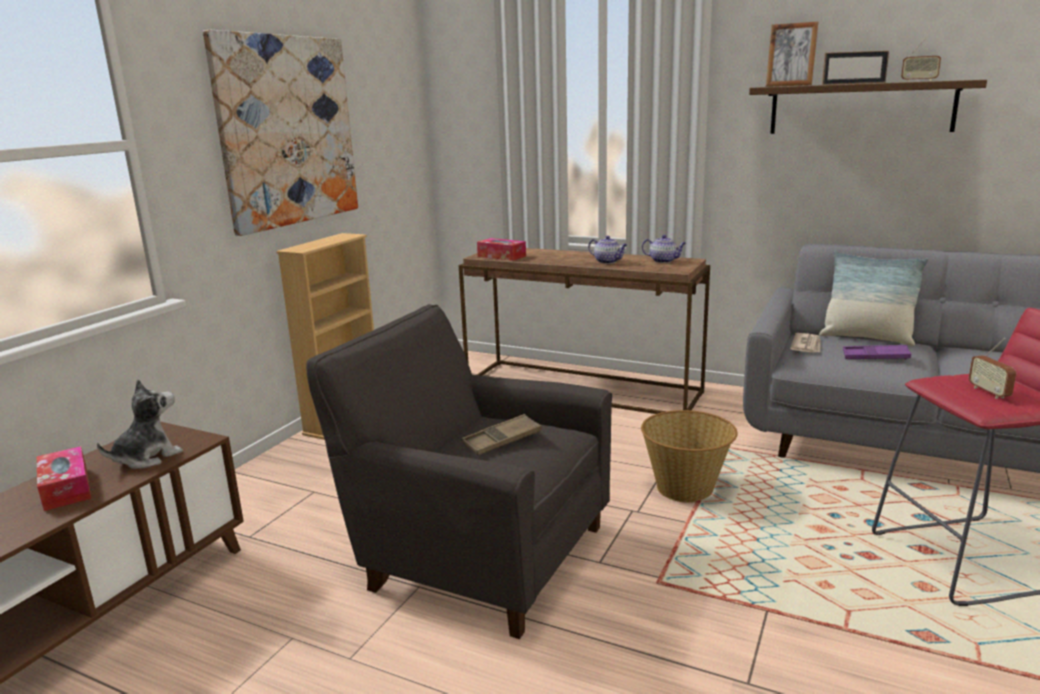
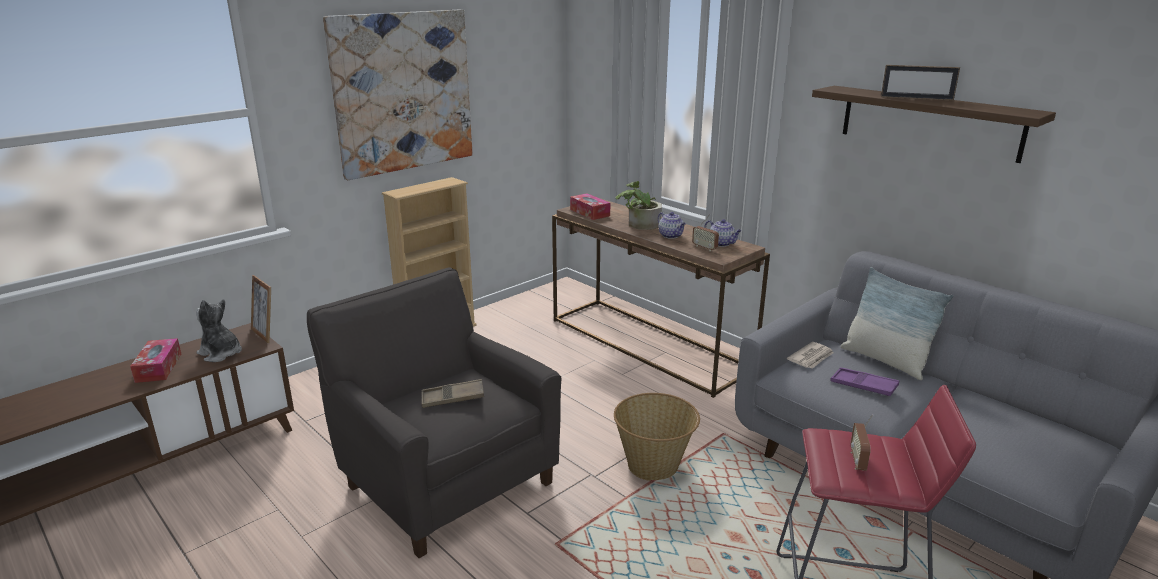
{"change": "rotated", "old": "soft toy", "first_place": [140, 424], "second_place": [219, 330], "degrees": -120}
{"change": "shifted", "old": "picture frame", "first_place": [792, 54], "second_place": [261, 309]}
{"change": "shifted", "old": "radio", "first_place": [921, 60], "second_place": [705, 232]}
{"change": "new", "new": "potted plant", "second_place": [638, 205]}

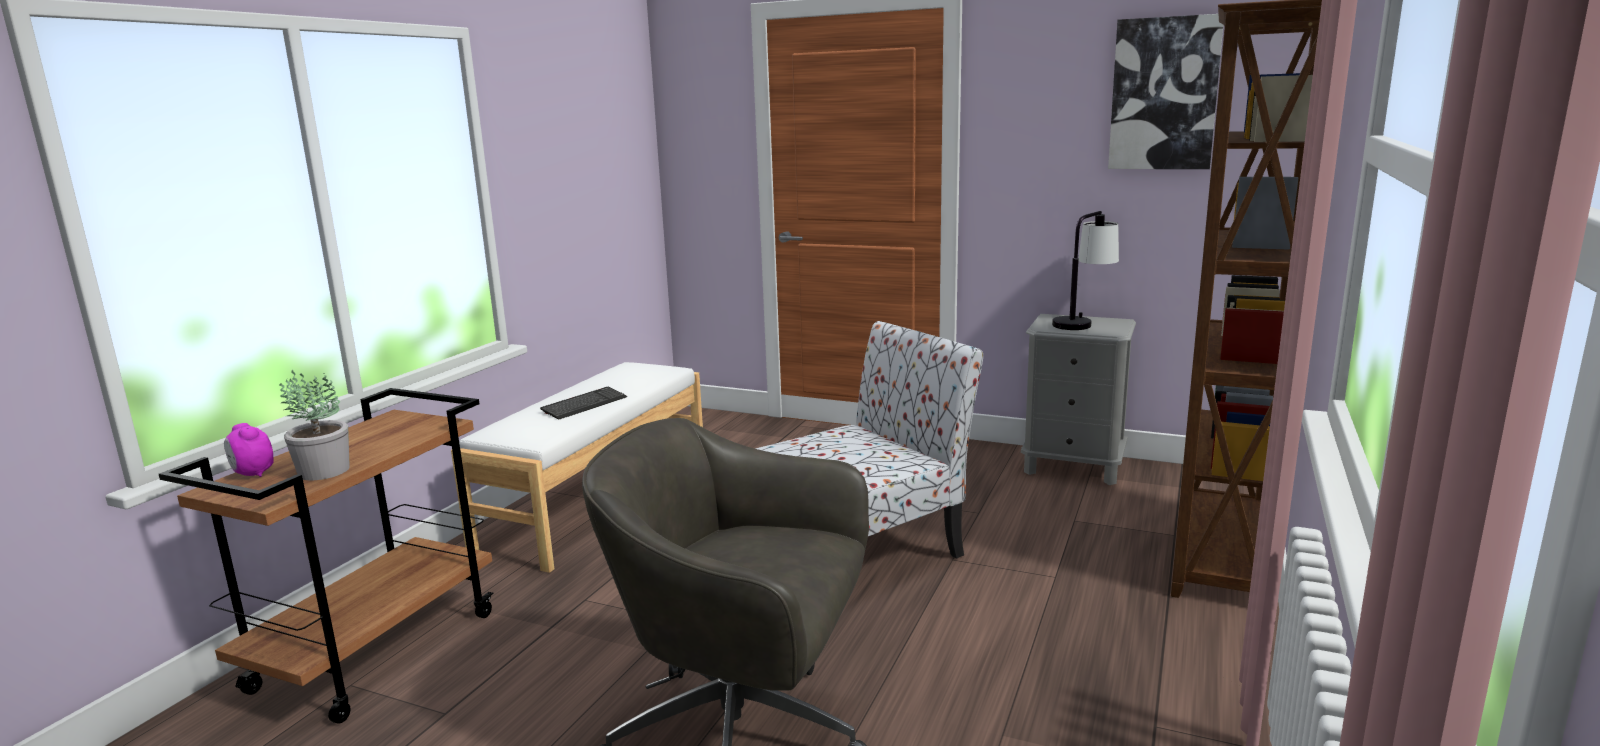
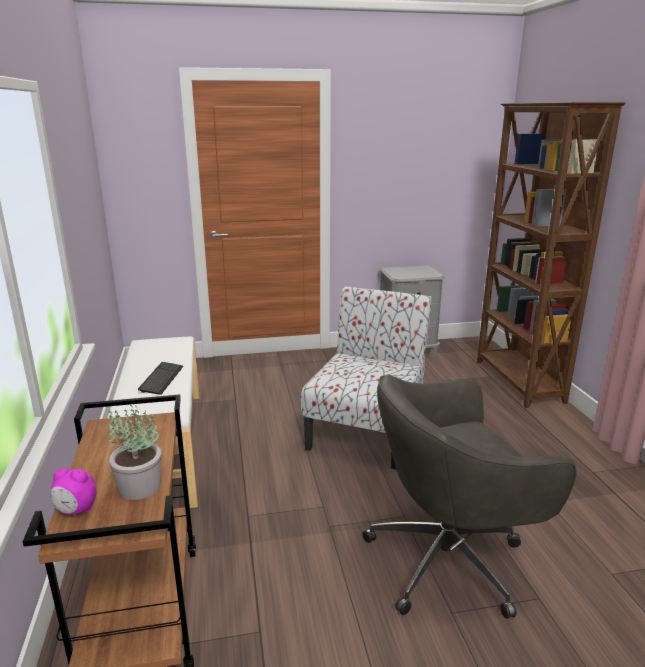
{"change": "gone", "old": "table lamp", "first_place": [1085, 270]}
{"change": "gone", "old": "picture", "first_place": [1165, 91]}

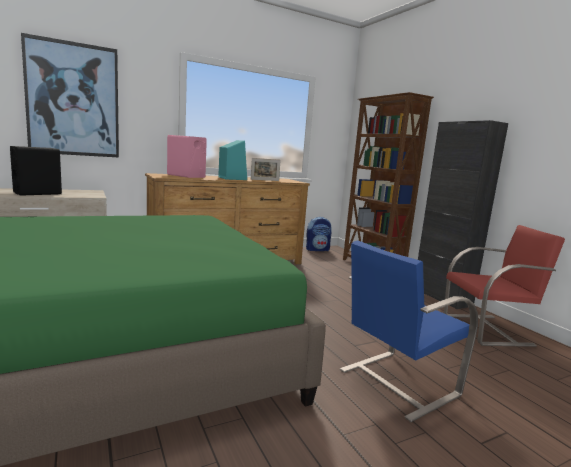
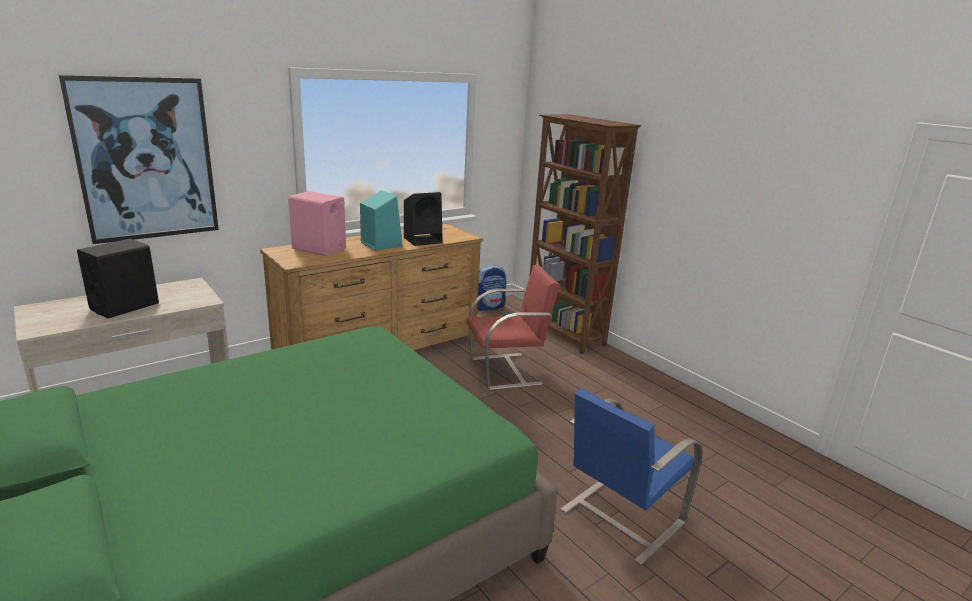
{"change": "swapped", "old": "picture frame", "new": "black speaker", "first_place": [266, 169], "second_place": [423, 219]}
{"change": "gone", "old": "black storage cabinet", "first_place": [463, 214]}
{"change": "shifted", "old": "red upright chair", "first_place": [504, 286], "second_place": [513, 327]}

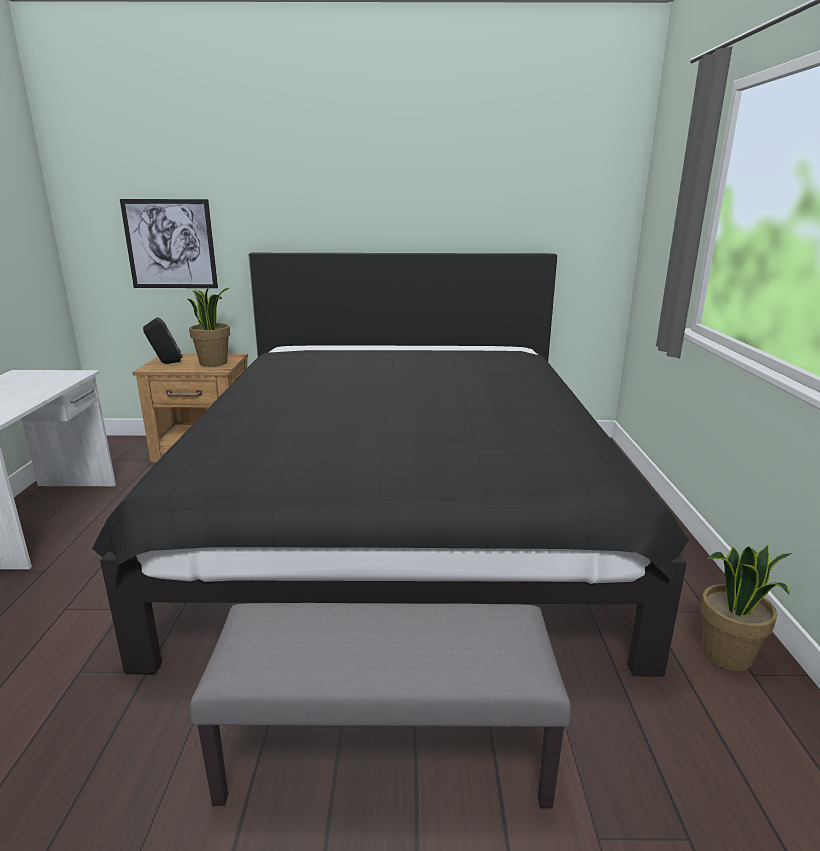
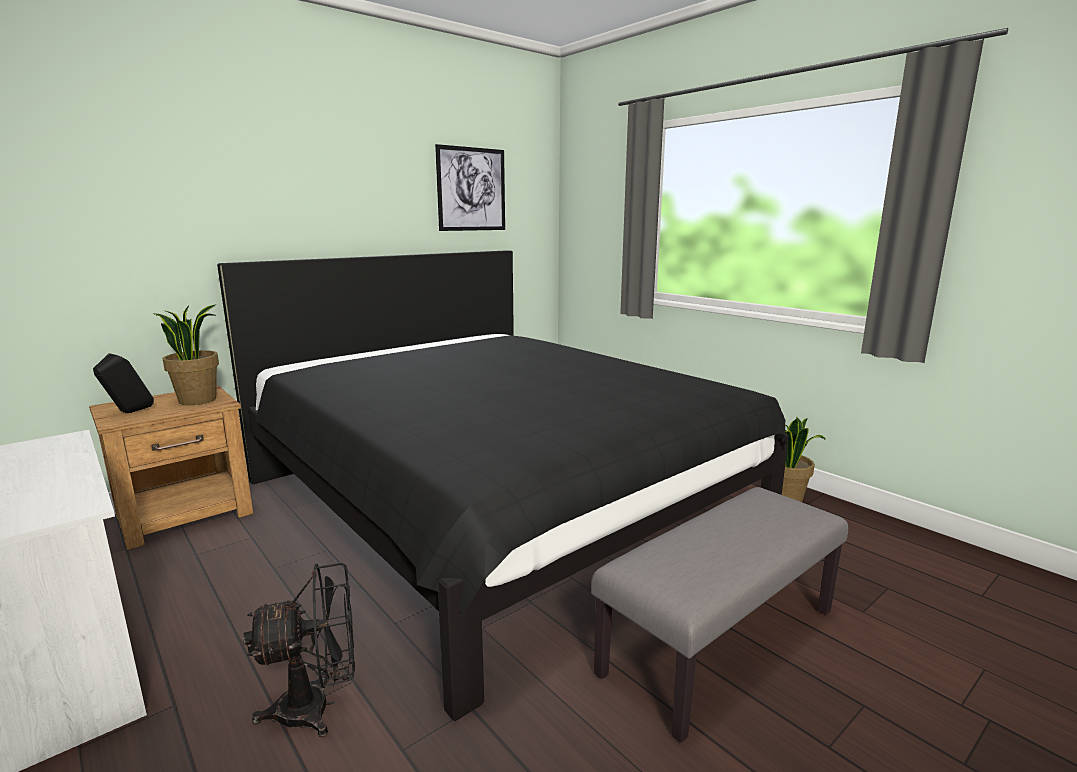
{"change": "shifted", "old": "picture", "first_place": [169, 243], "second_place": [470, 187]}
{"change": "new", "new": "black electric fan", "second_place": [299, 650]}

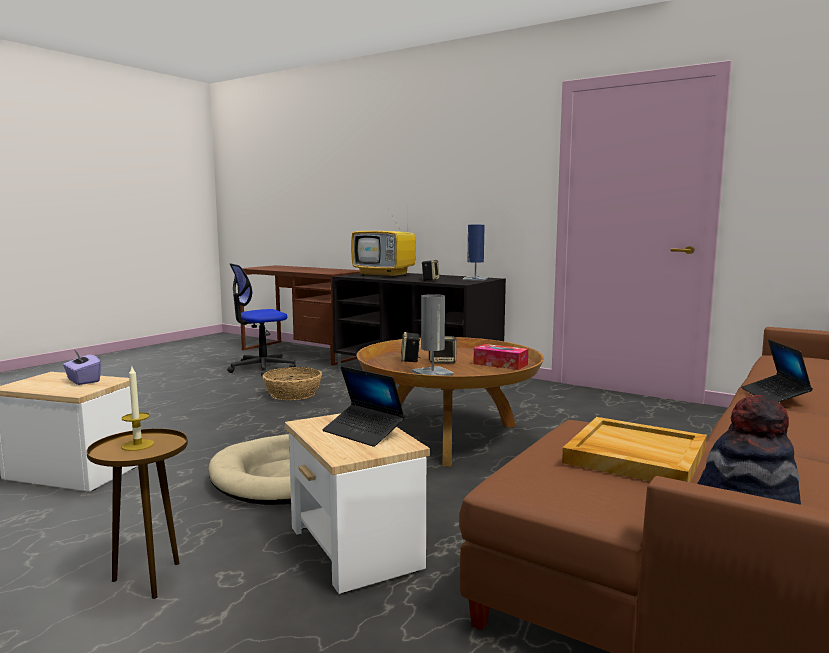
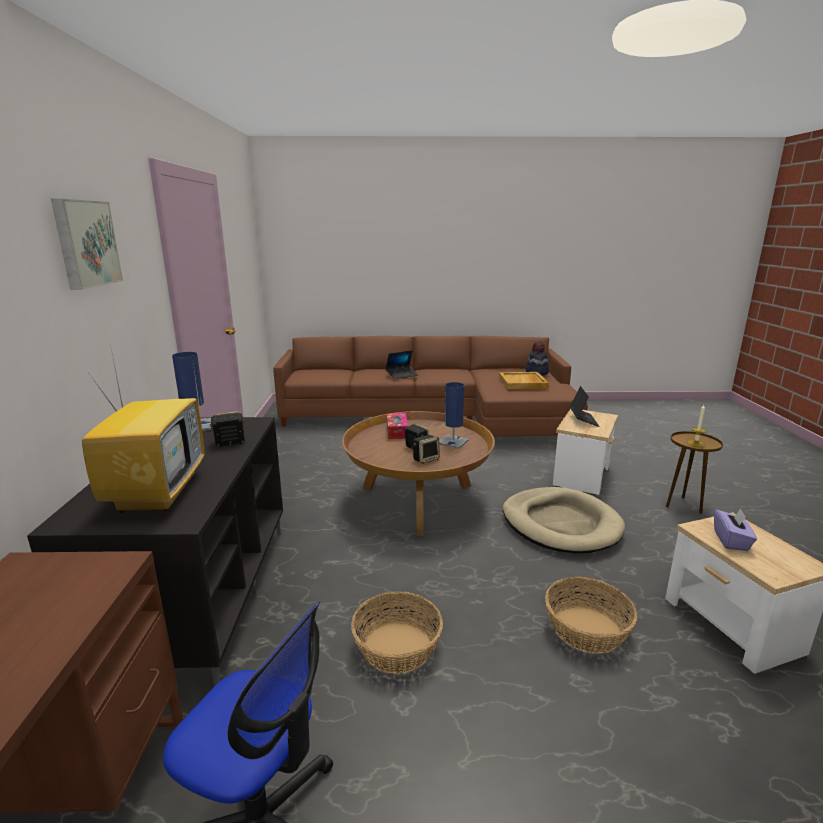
{"change": "repainted", "old": "greyish table lamp", "new": "blue table lamp", "first_place": [433, 335], "second_place": [454, 415]}
{"change": "new", "new": "picture", "second_place": [87, 244]}
{"change": "new", "new": "household basket", "second_place": [591, 615]}

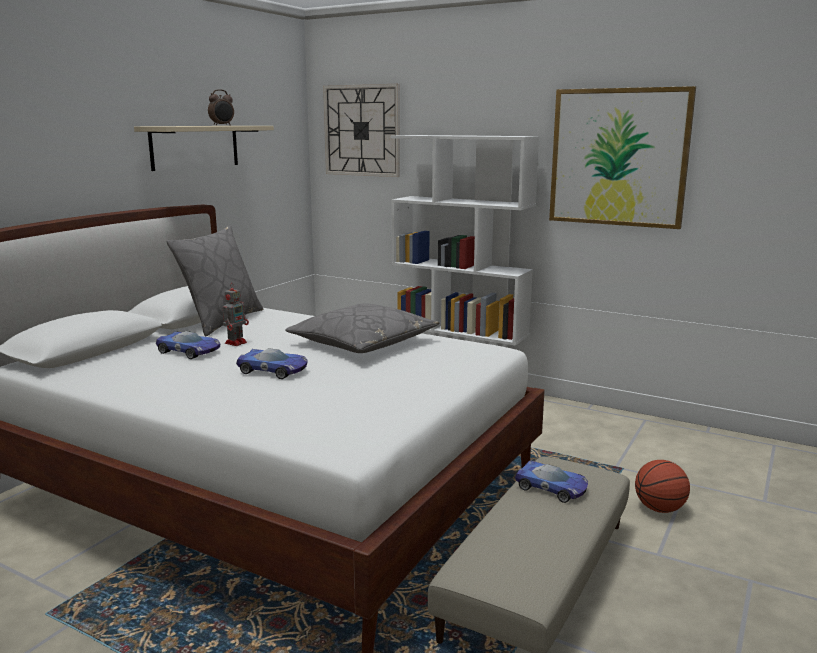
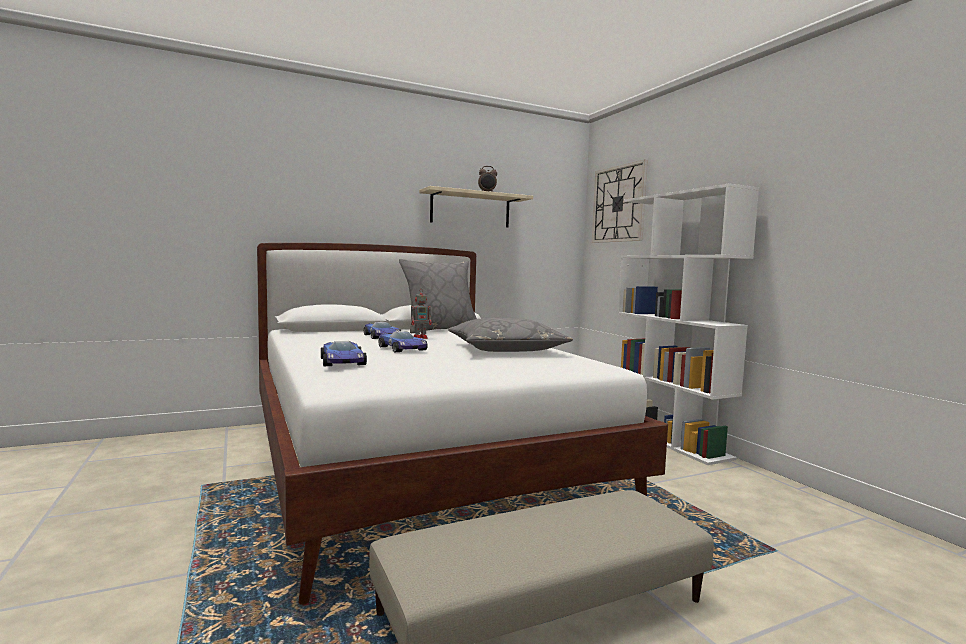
{"change": "shifted", "old": "model car", "first_place": [551, 482], "second_place": [344, 353]}
{"change": "gone", "old": "picture", "first_place": [622, 157]}
{"change": "gone", "old": "ball for basketball", "first_place": [662, 486]}

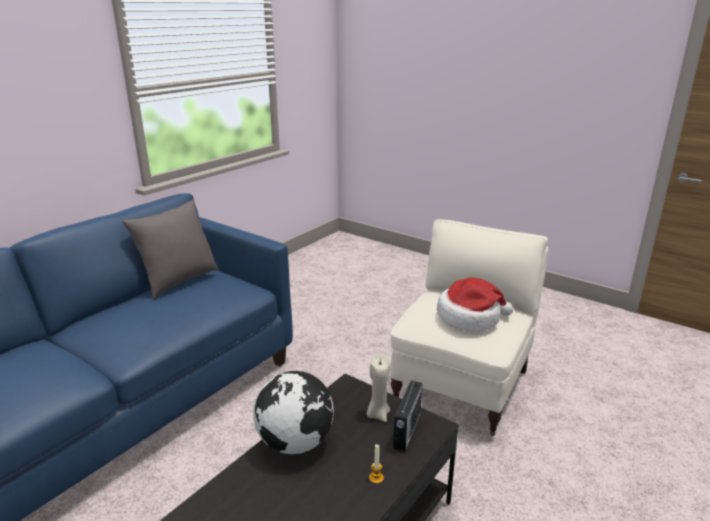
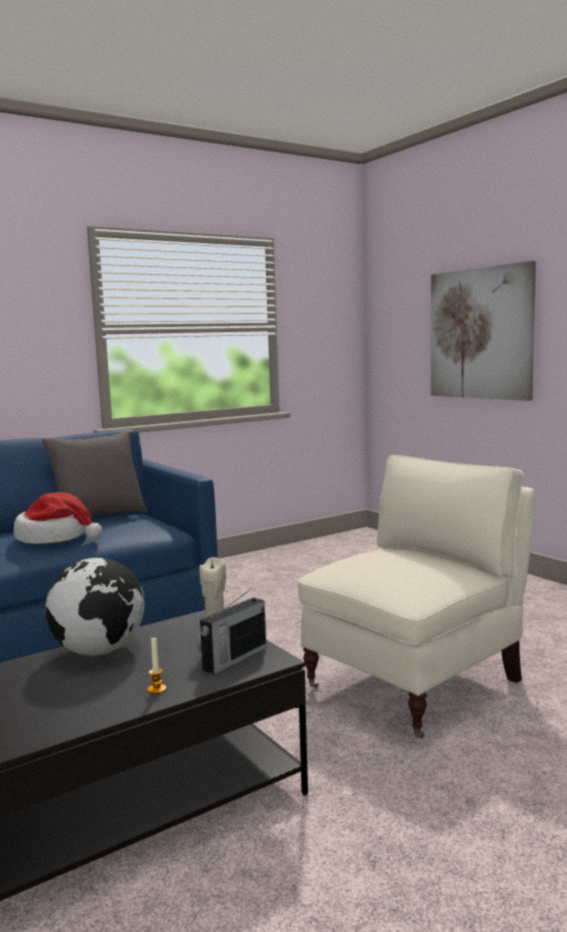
{"change": "shifted", "old": "clothing hat", "first_place": [475, 304], "second_place": [58, 518]}
{"change": "new", "new": "picture", "second_place": [483, 331]}

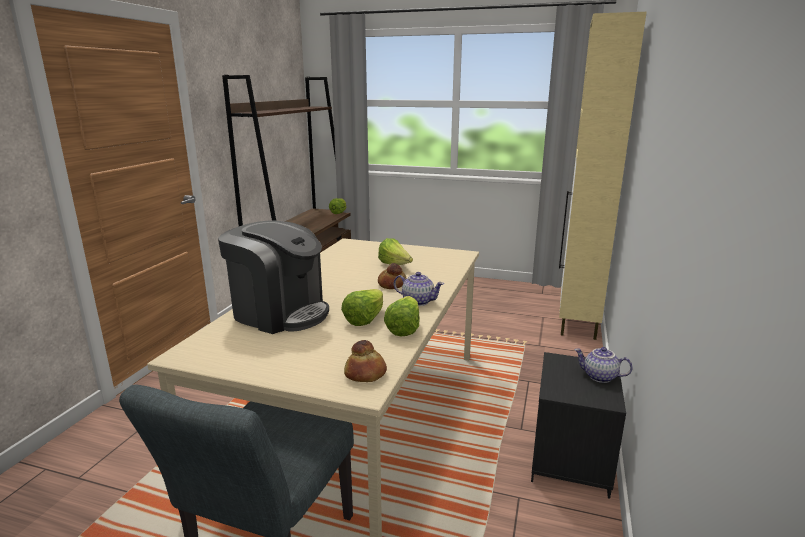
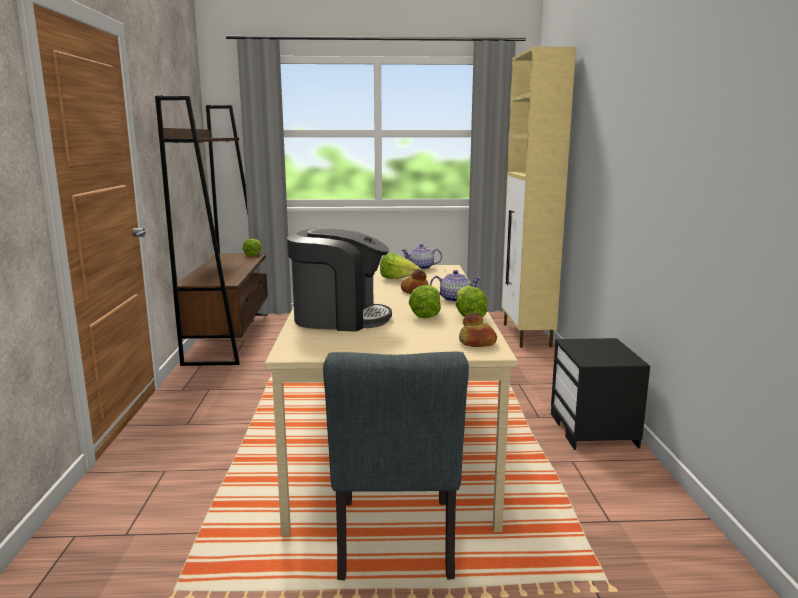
{"change": "shifted", "old": "tea pot", "first_place": [603, 365], "second_place": [422, 257]}

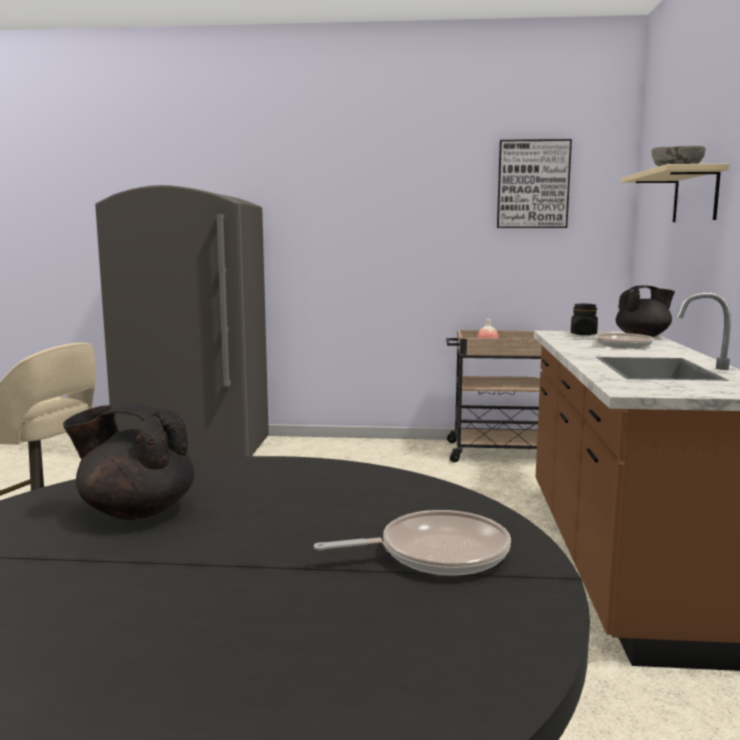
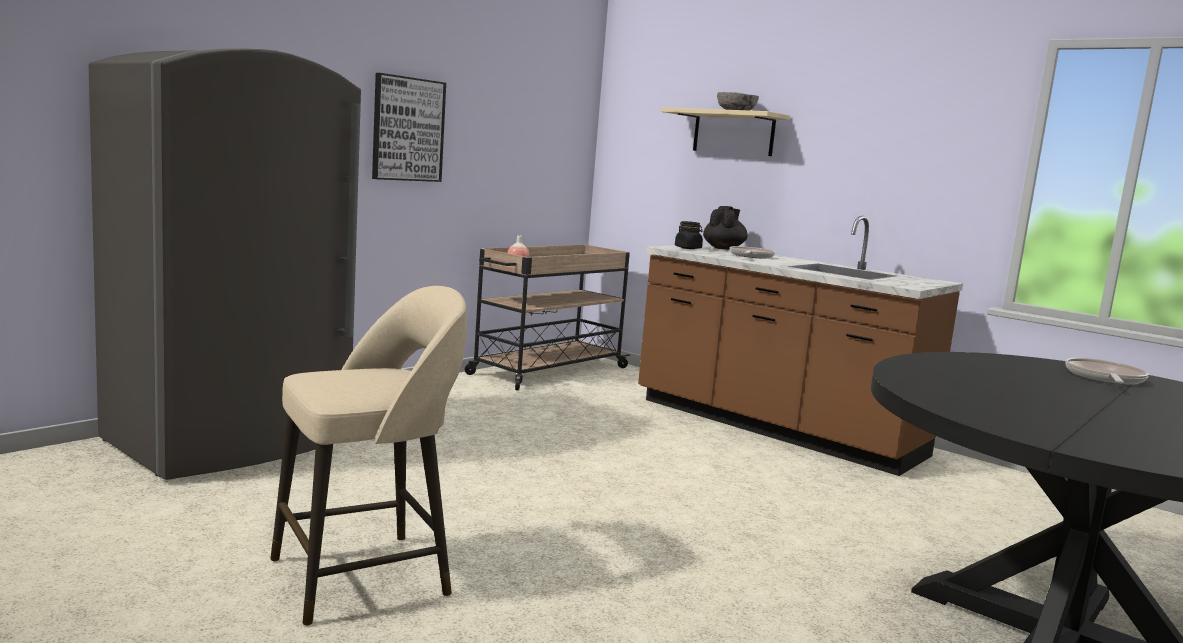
{"change": "gone", "old": "black tea pot", "first_place": [128, 461]}
{"change": "shifted", "old": "picture", "first_place": [534, 183], "second_place": [409, 127]}

